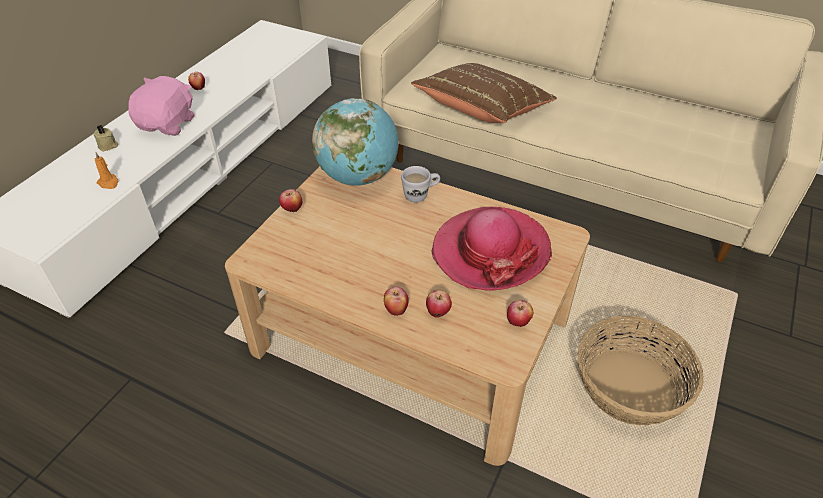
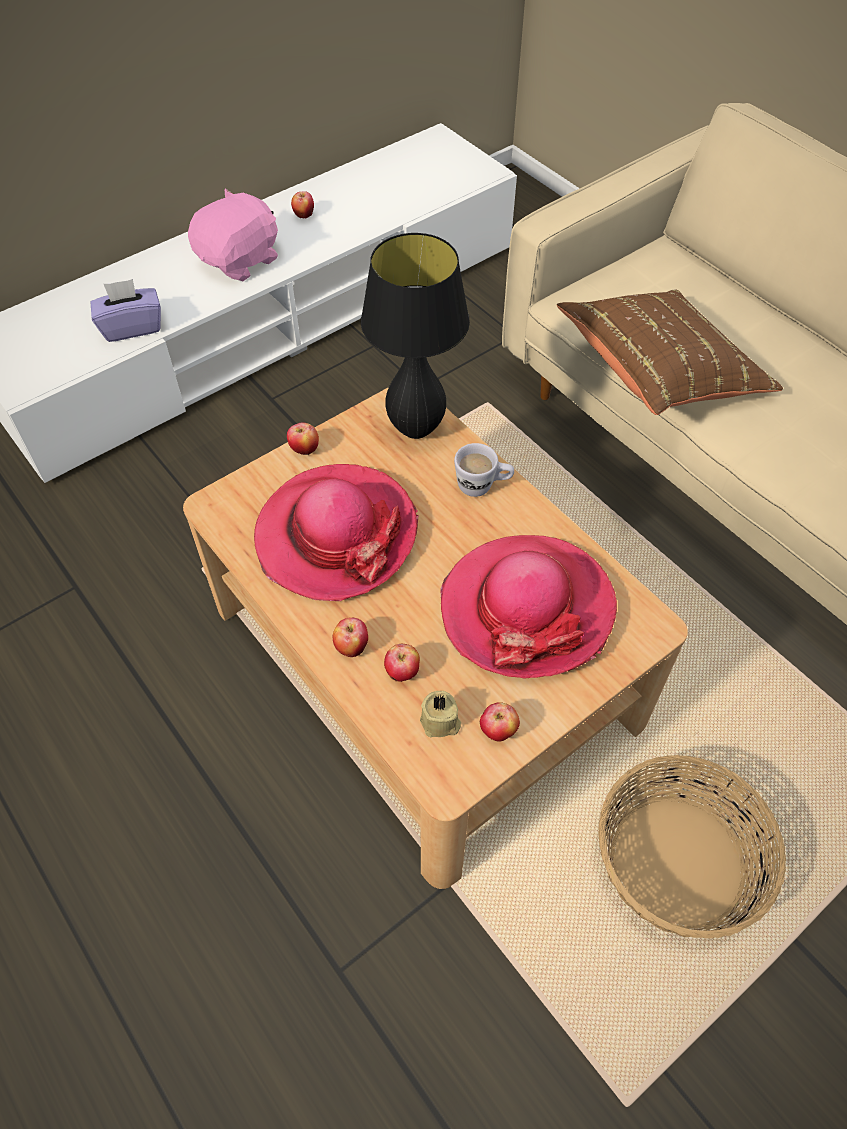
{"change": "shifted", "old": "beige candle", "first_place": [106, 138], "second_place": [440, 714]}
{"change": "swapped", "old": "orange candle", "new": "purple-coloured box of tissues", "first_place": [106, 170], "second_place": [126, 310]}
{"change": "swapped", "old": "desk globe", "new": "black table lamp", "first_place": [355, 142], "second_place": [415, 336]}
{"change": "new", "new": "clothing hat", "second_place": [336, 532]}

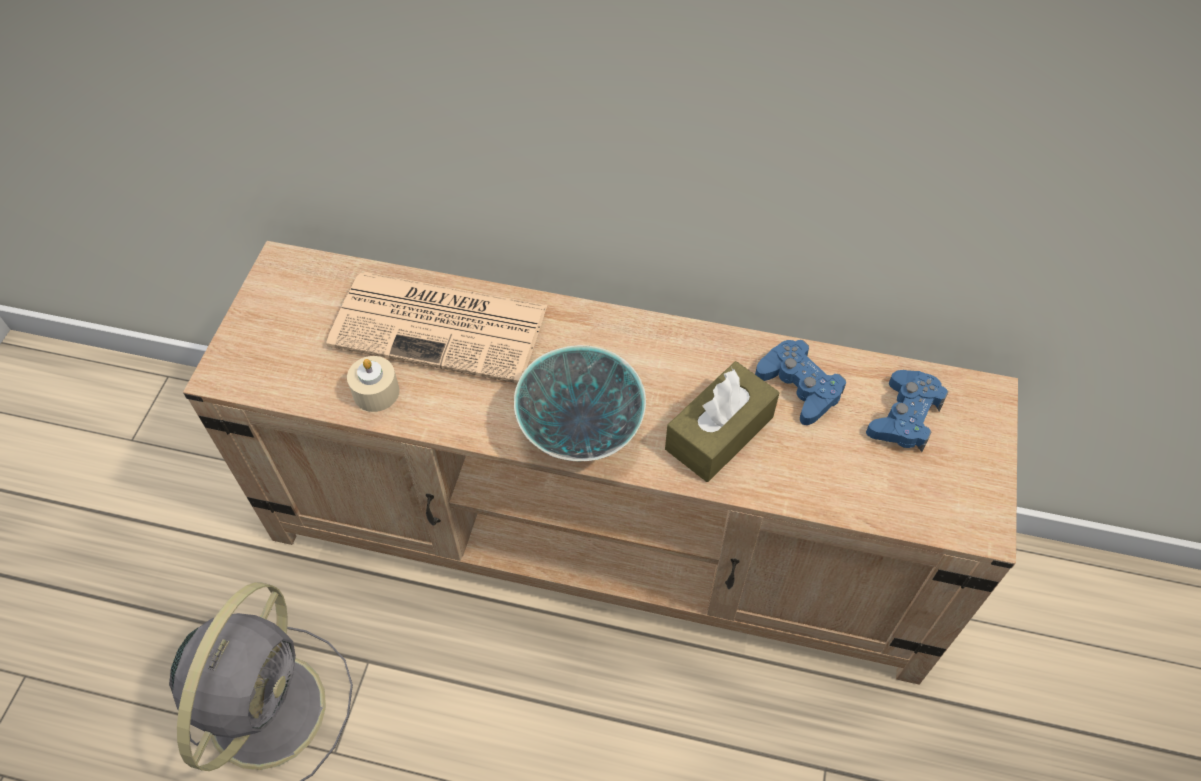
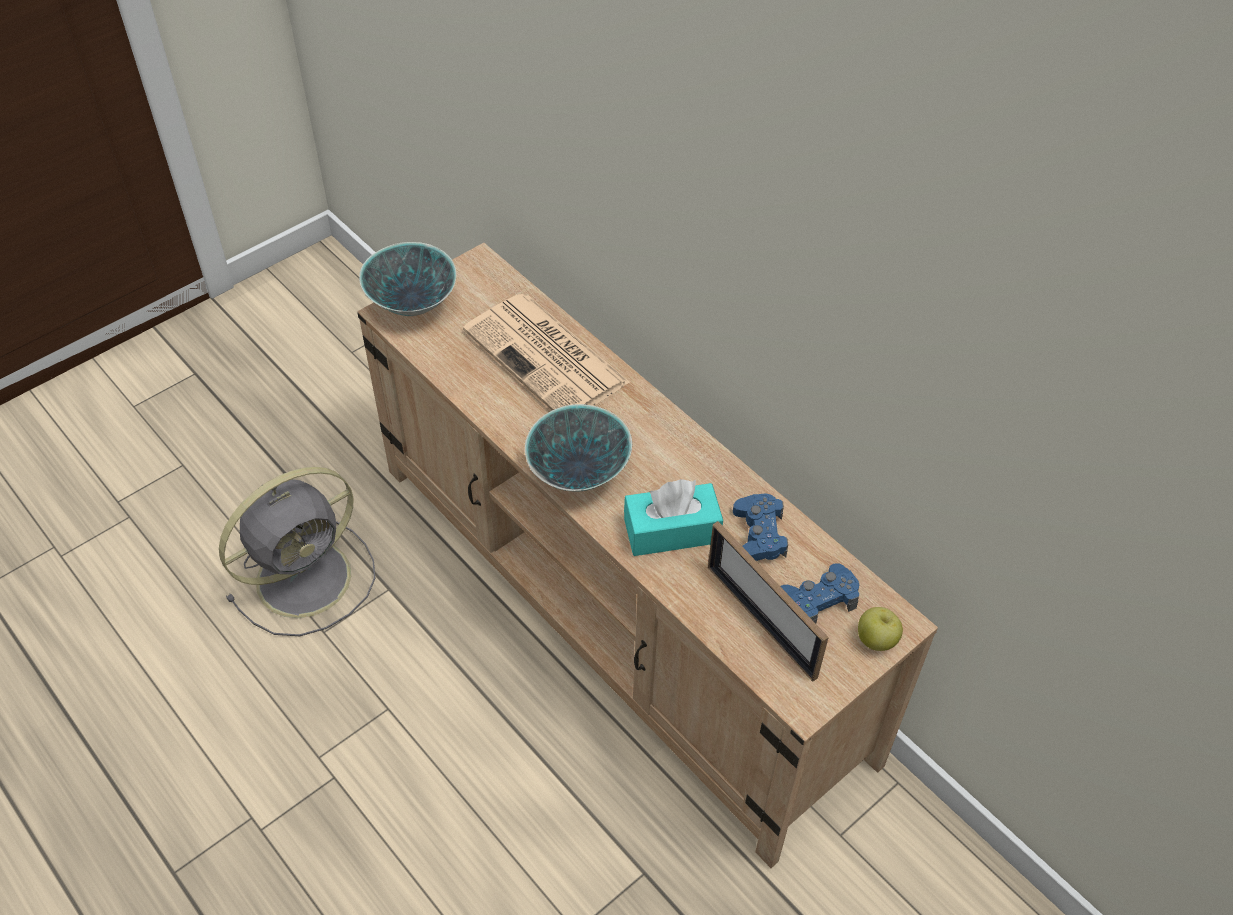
{"change": "gone", "old": "beige candle", "first_place": [373, 384]}
{"change": "repainted", "old": "brown-coloured box of tissues", "new": "blue-green box of tissues", "first_place": [722, 421], "second_place": [673, 517]}
{"change": "new", "new": "serving bowl", "second_place": [407, 279]}
{"change": "new", "new": "picture frame", "second_place": [768, 601]}
{"change": "new", "new": "apple", "second_place": [880, 629]}

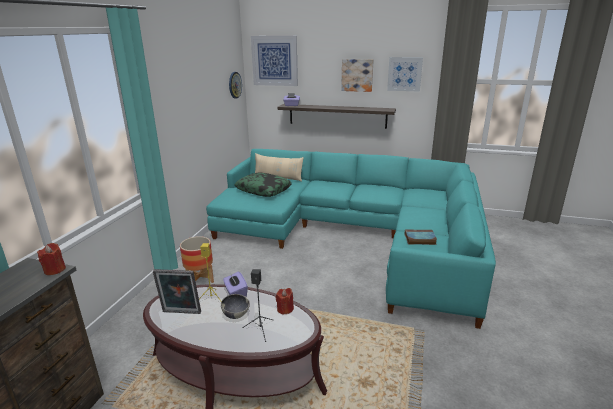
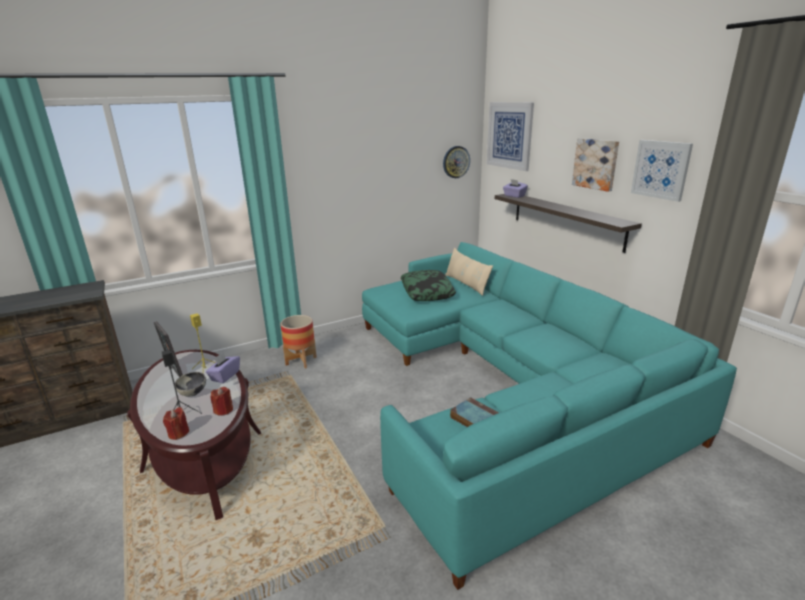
{"change": "shifted", "old": "red candle", "first_place": [51, 259], "second_place": [176, 423]}

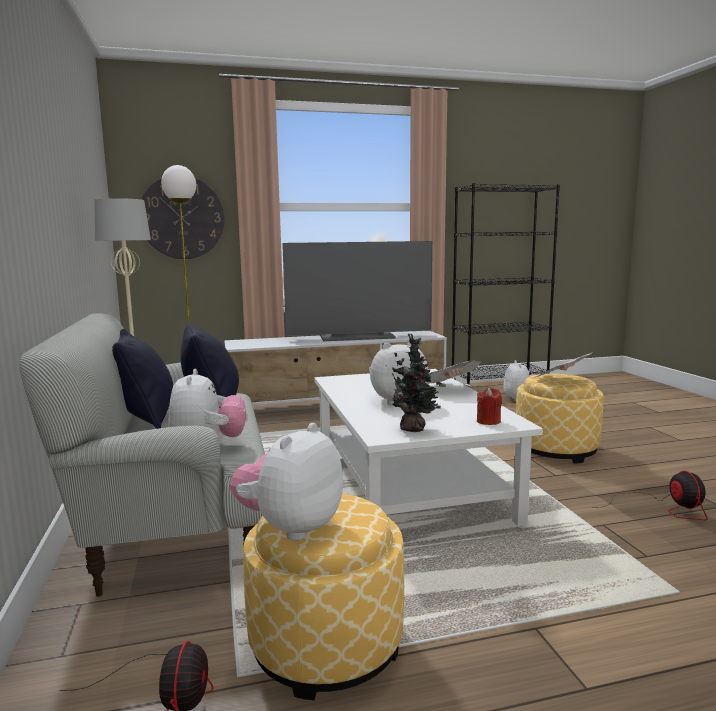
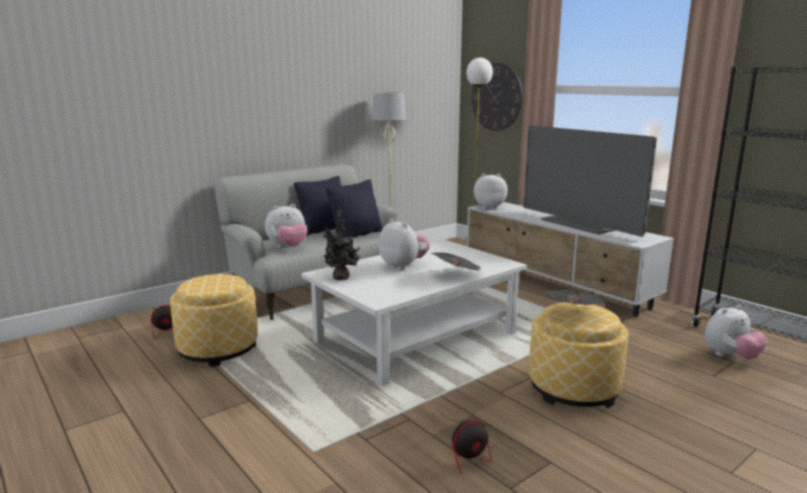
{"change": "shifted", "old": "soft toy", "first_place": [286, 482], "second_place": [491, 191]}
{"change": "gone", "old": "red candle", "first_place": [489, 406]}

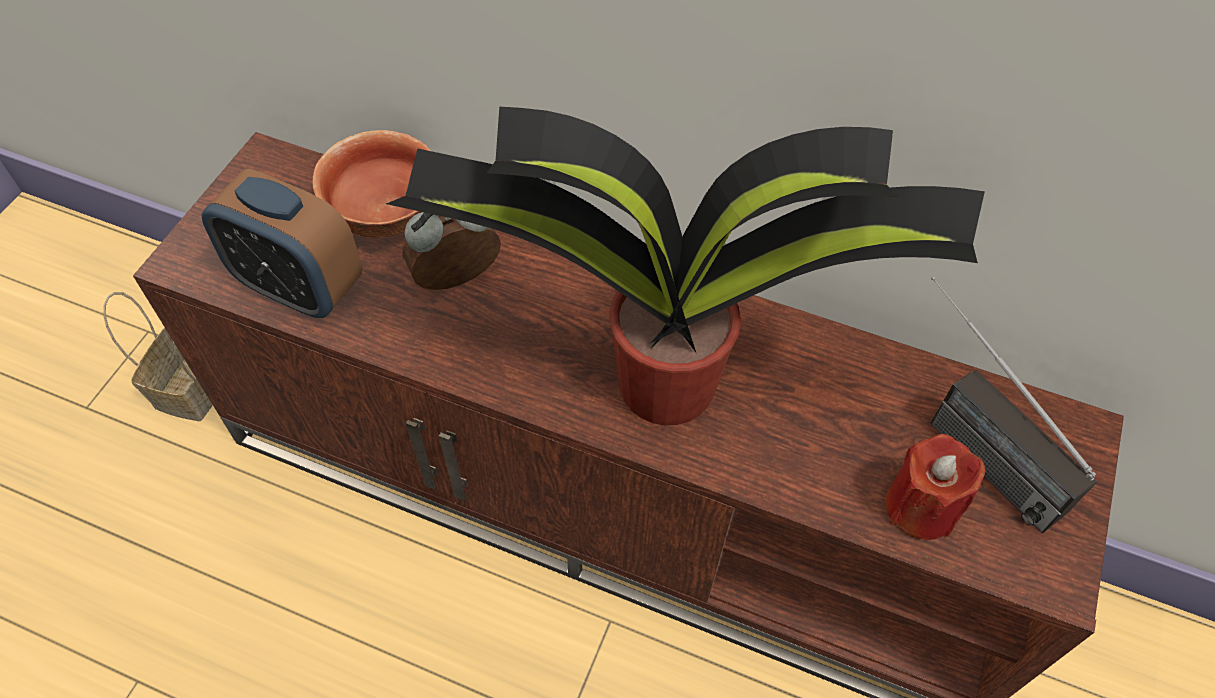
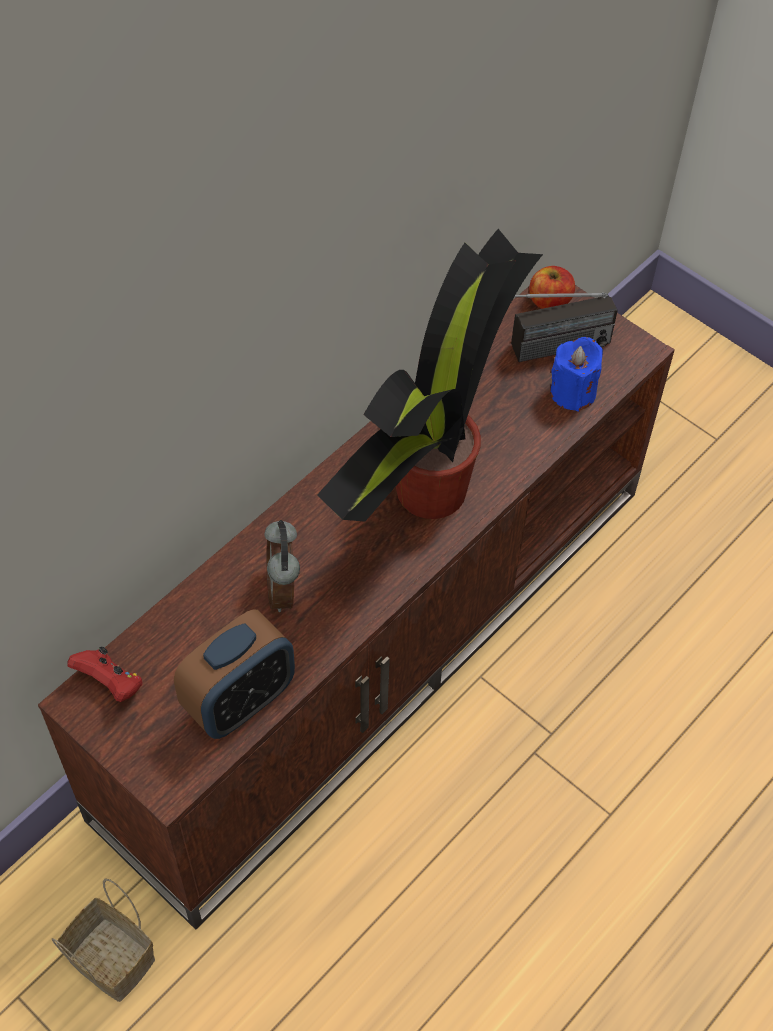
{"change": "gone", "old": "serving bowl", "first_place": [371, 184]}
{"change": "repainted", "old": "red candle", "new": "blue candle", "first_place": [935, 487], "second_place": [576, 374]}
{"change": "new", "new": "red joypad", "second_place": [104, 674]}
{"change": "new", "new": "apple", "second_place": [552, 287]}

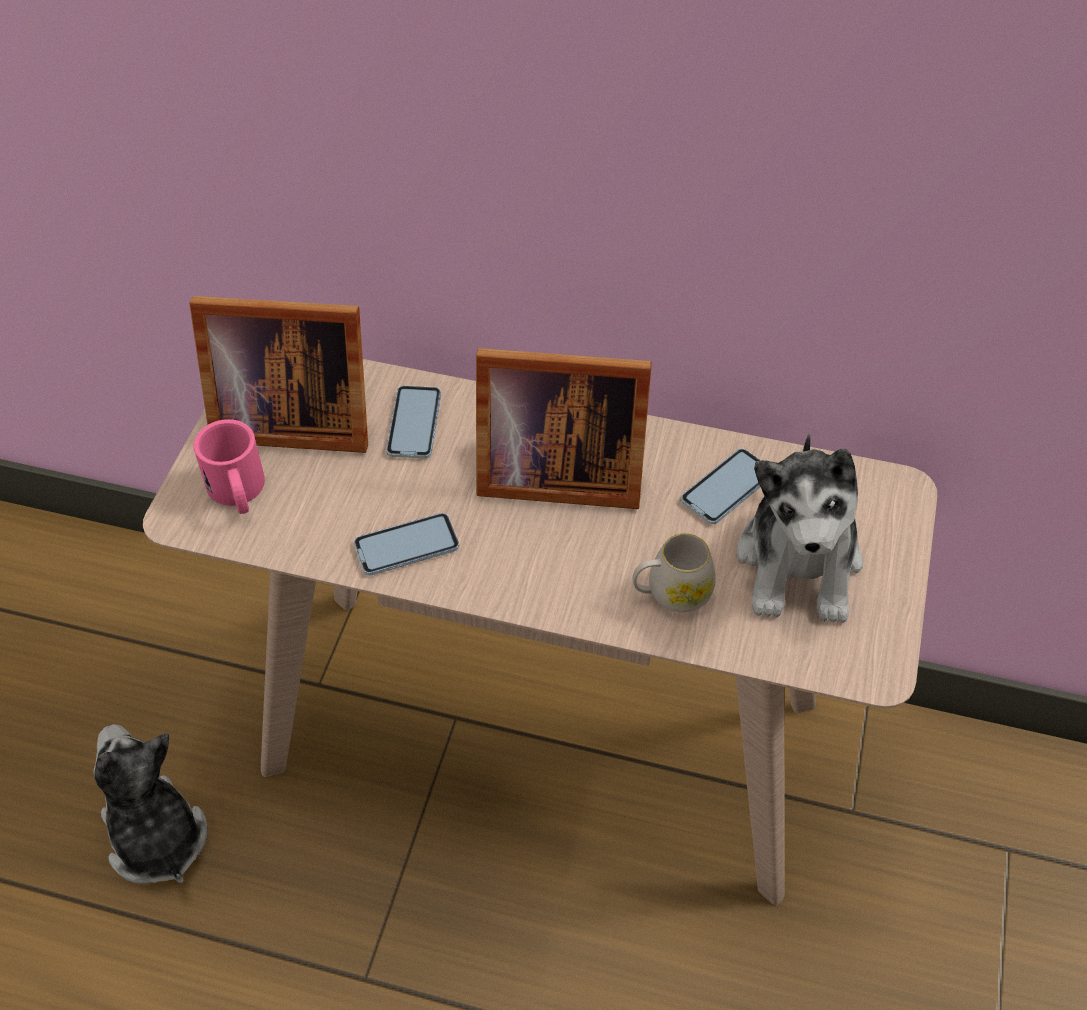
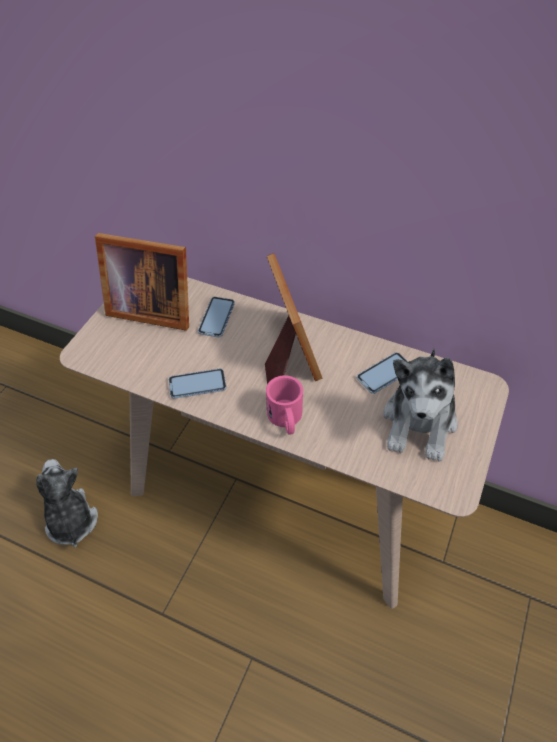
{"change": "shifted", "old": "pink tea mug", "first_place": [229, 466], "second_place": [284, 405]}
{"change": "rotated", "old": "picture frame", "first_place": [564, 428], "second_place": [293, 318], "degrees": -120}
{"change": "gone", "old": "white-coloured tea mug", "first_place": [674, 572]}

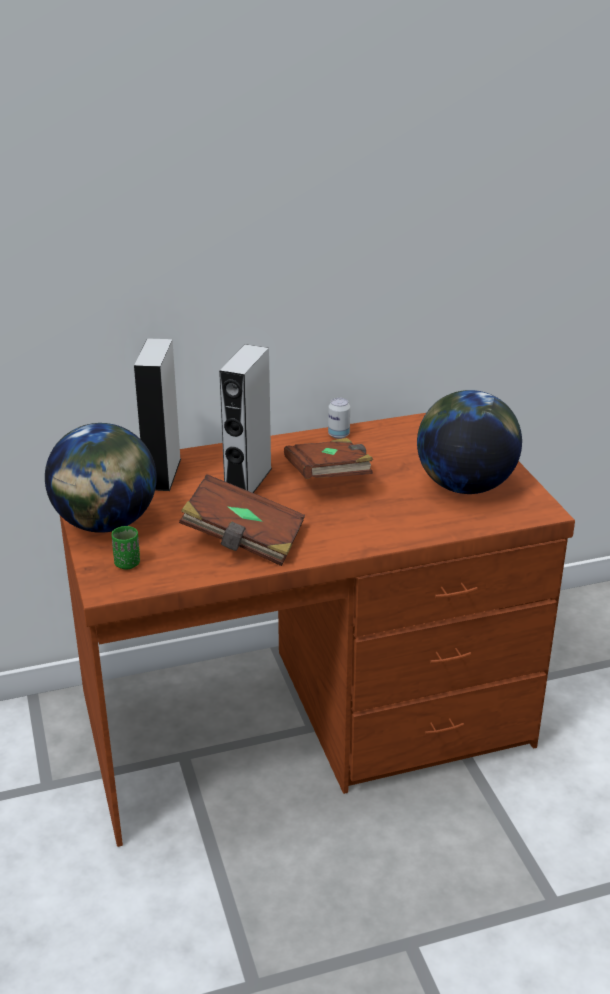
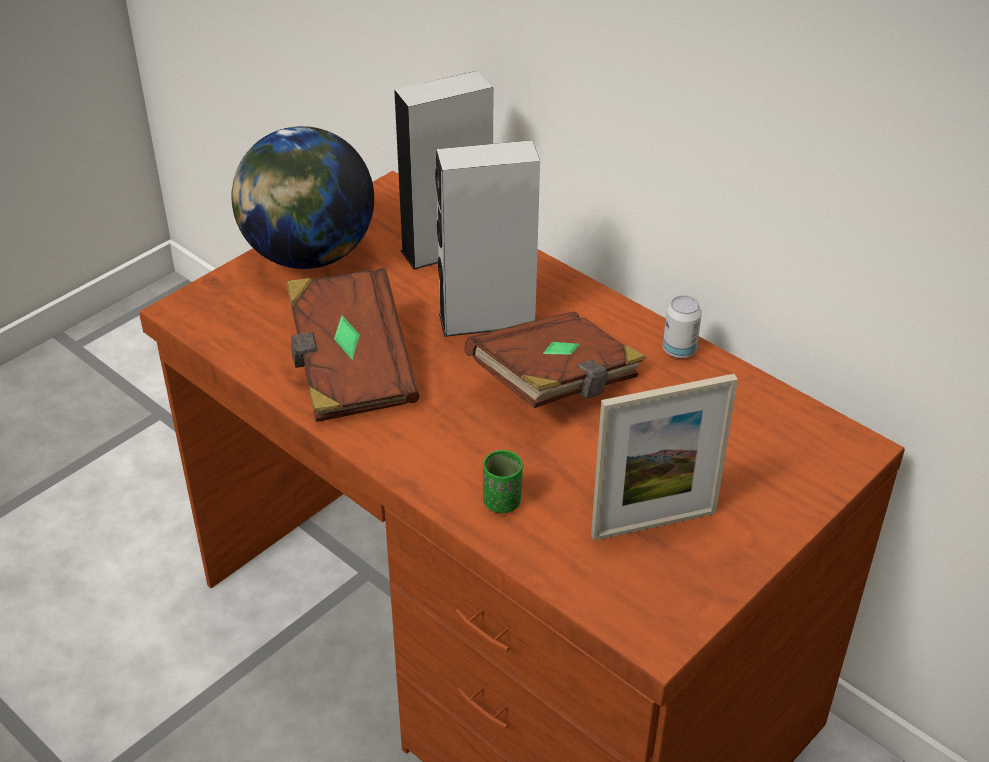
{"change": "shifted", "old": "green cup", "first_place": [126, 548], "second_place": [503, 481]}
{"change": "swapped", "old": "desk globe", "new": "picture frame", "first_place": [469, 442], "second_place": [664, 457]}

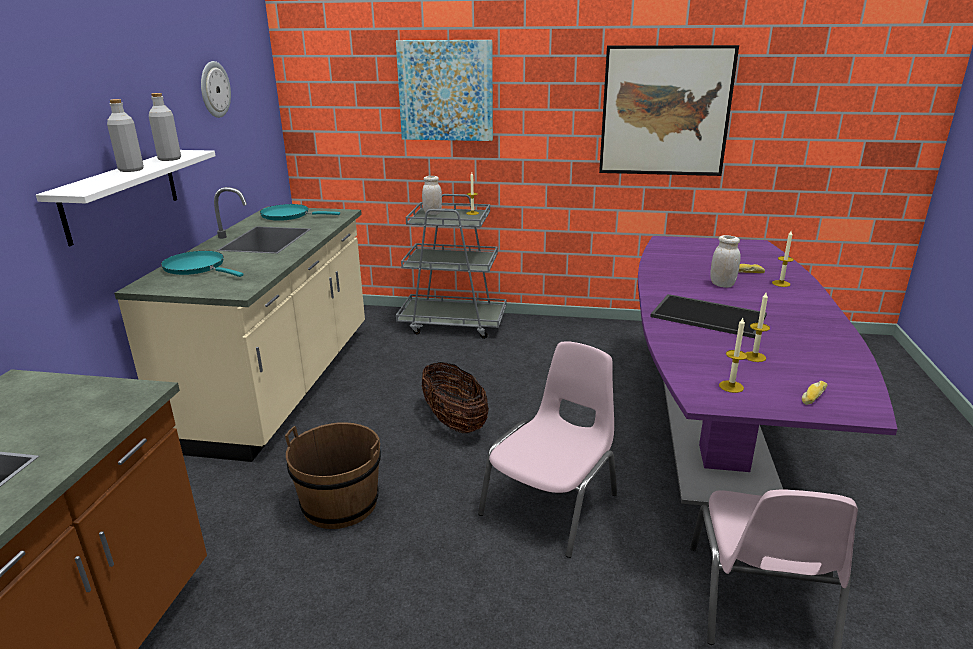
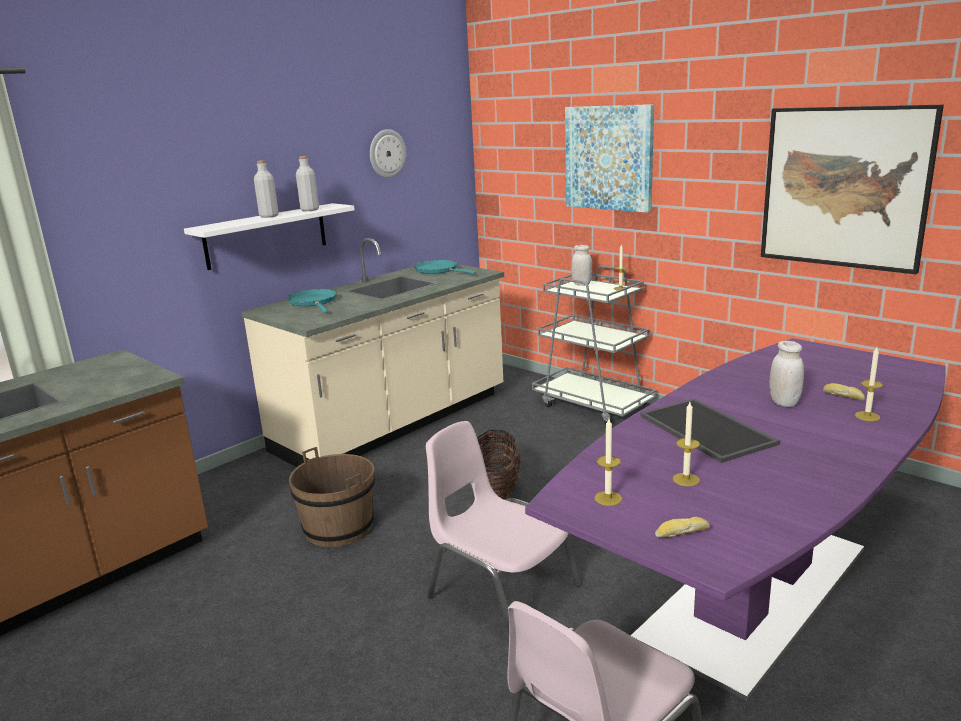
{"change": "rotated", "old": "pink upright chair", "first_place": [547, 449], "second_place": [503, 526], "degrees": -120}

